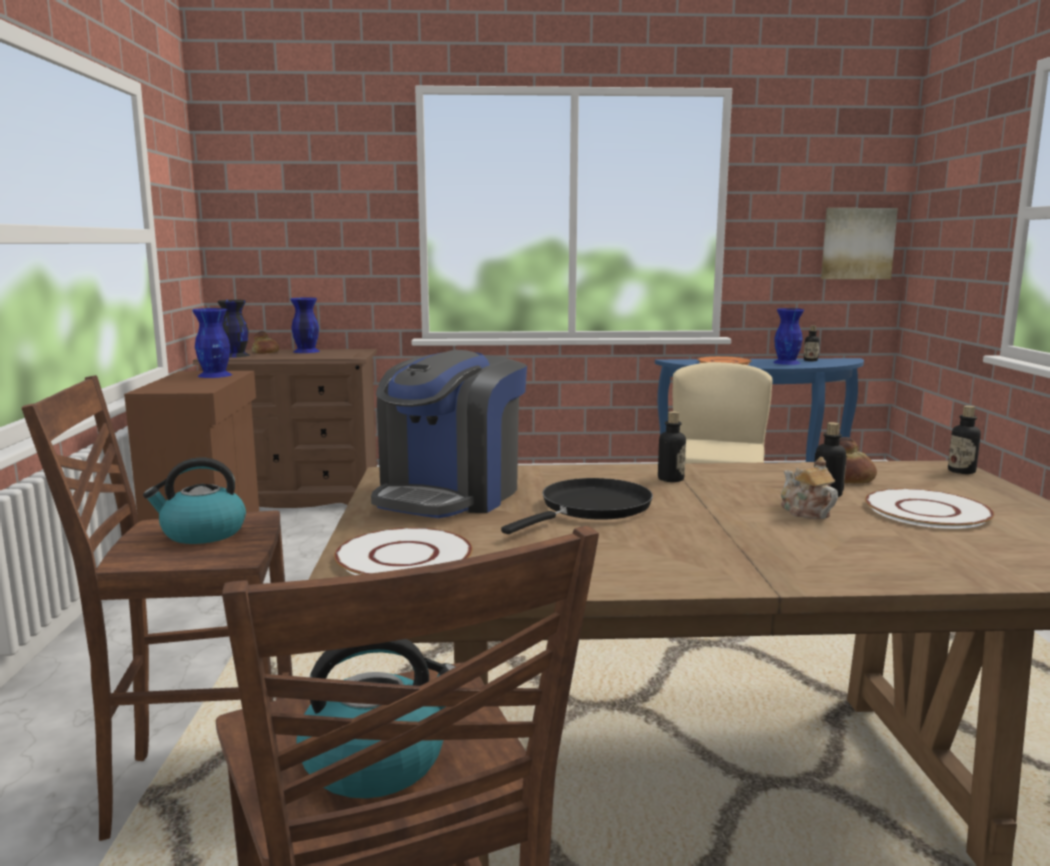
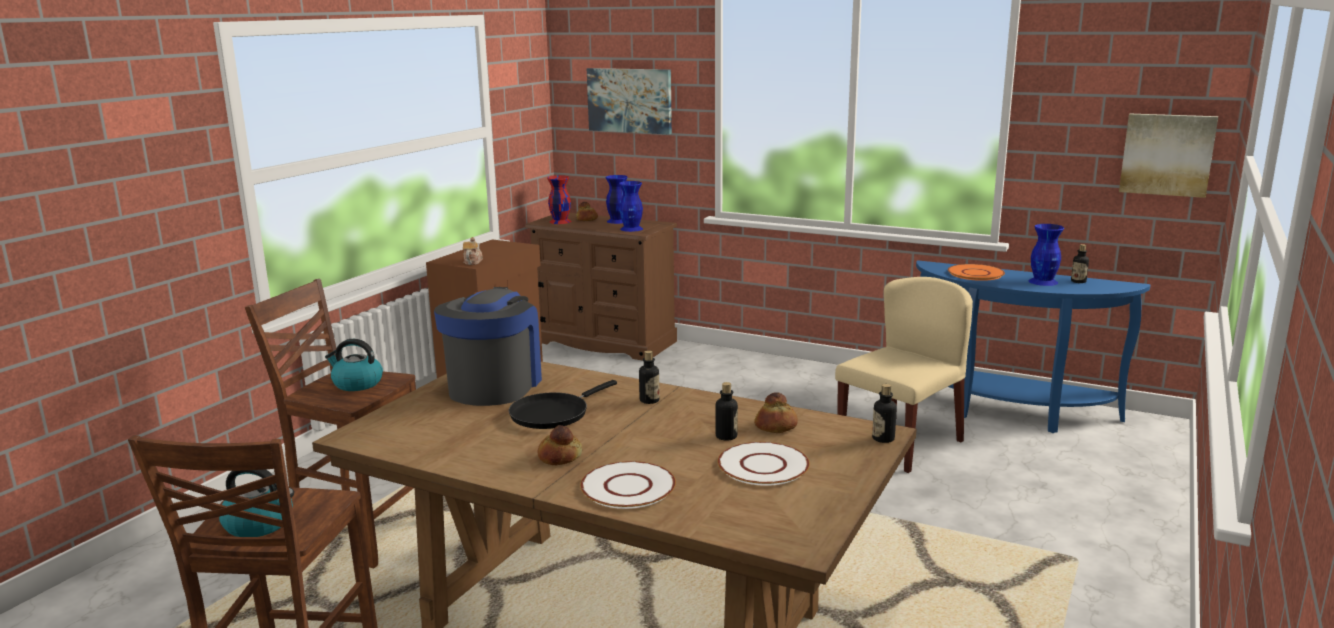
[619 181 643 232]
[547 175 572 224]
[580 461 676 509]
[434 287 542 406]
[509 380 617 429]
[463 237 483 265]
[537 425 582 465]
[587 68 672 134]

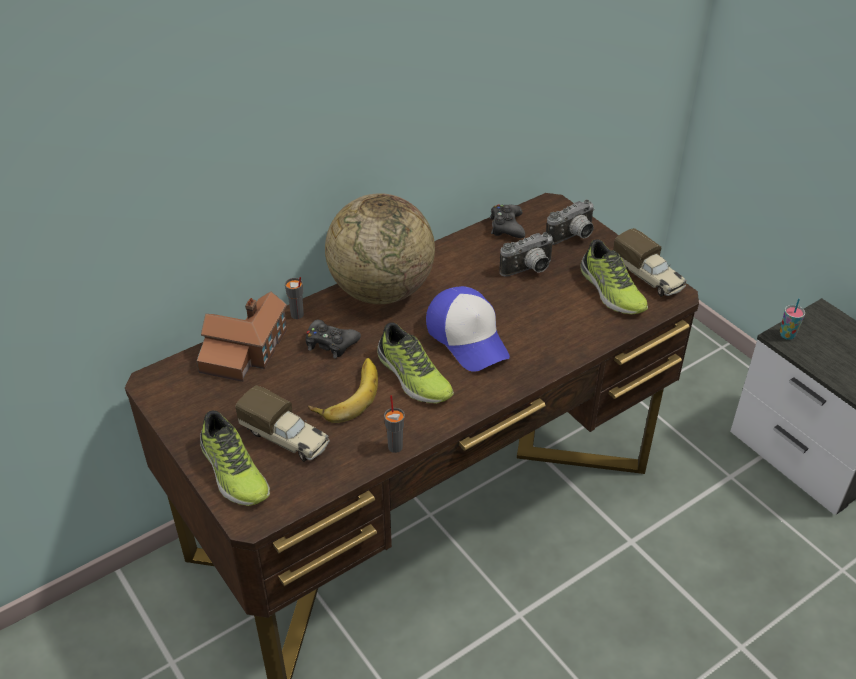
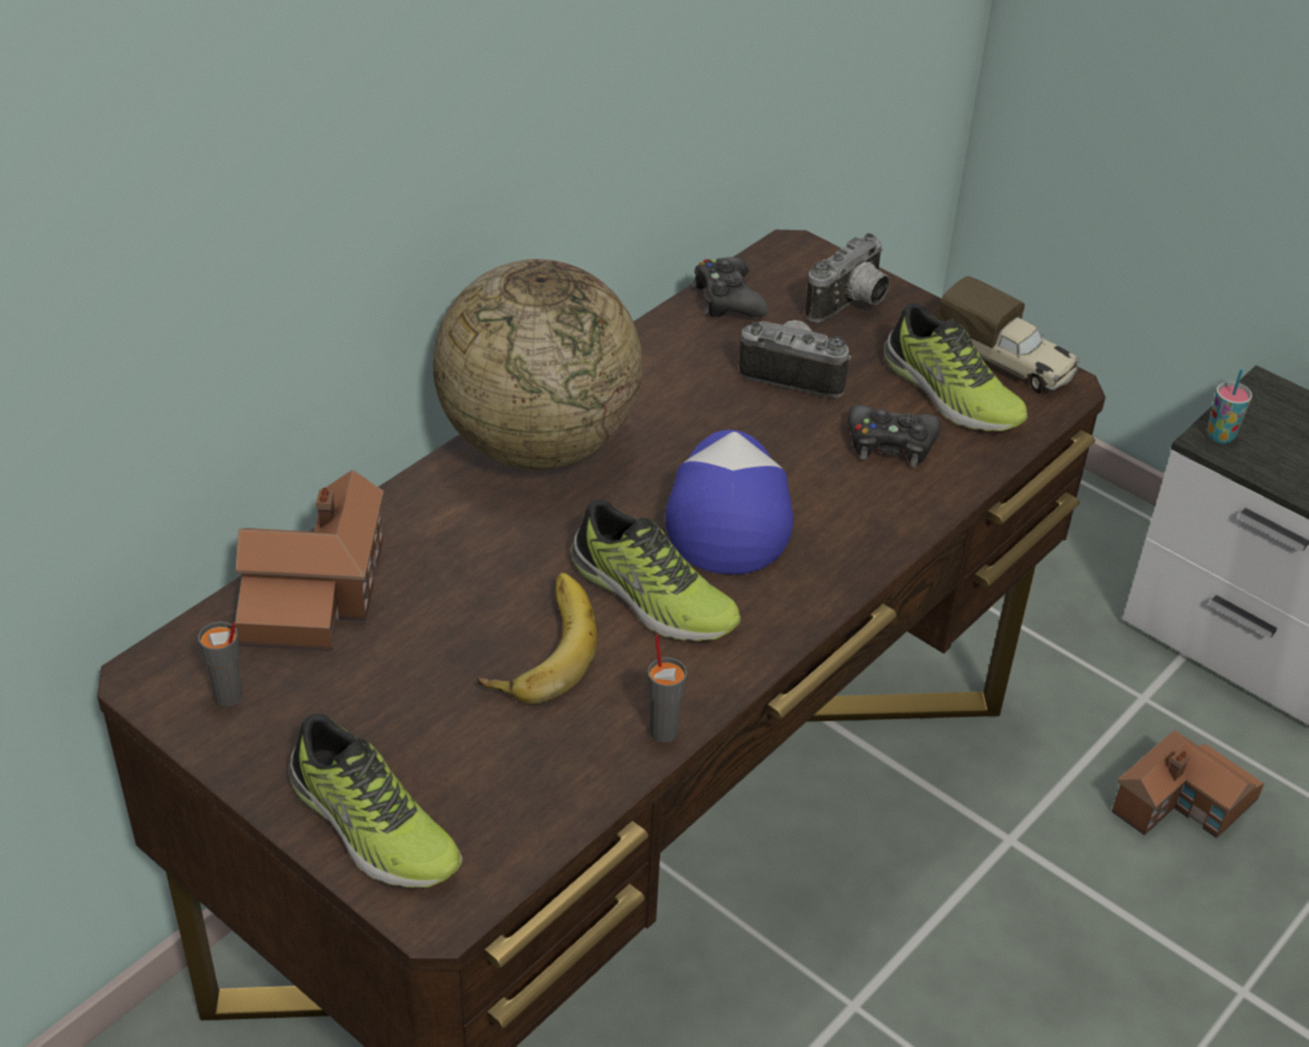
[235 385 330 462] (first image)
[198 621 242 707]
[848 405 941 467]
[665 430 793 574]
[739 320 851 398]
[1112 730 1264 838]

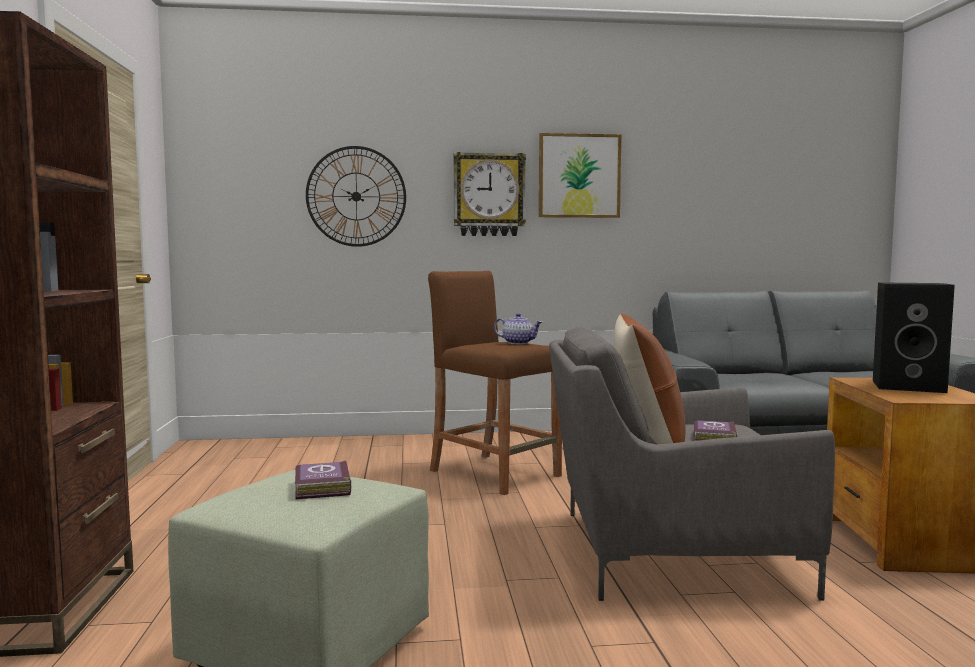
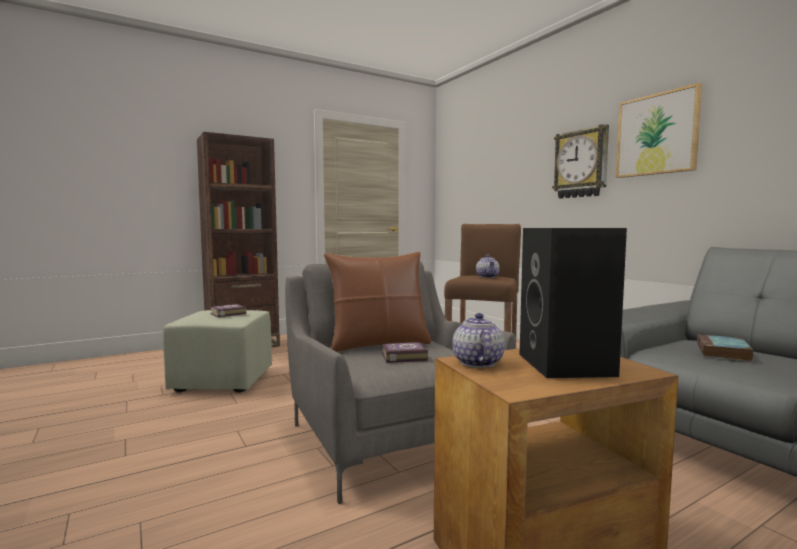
[306 146 406 247] (first image)
[453 313 505 368]
[697 334 754 361]

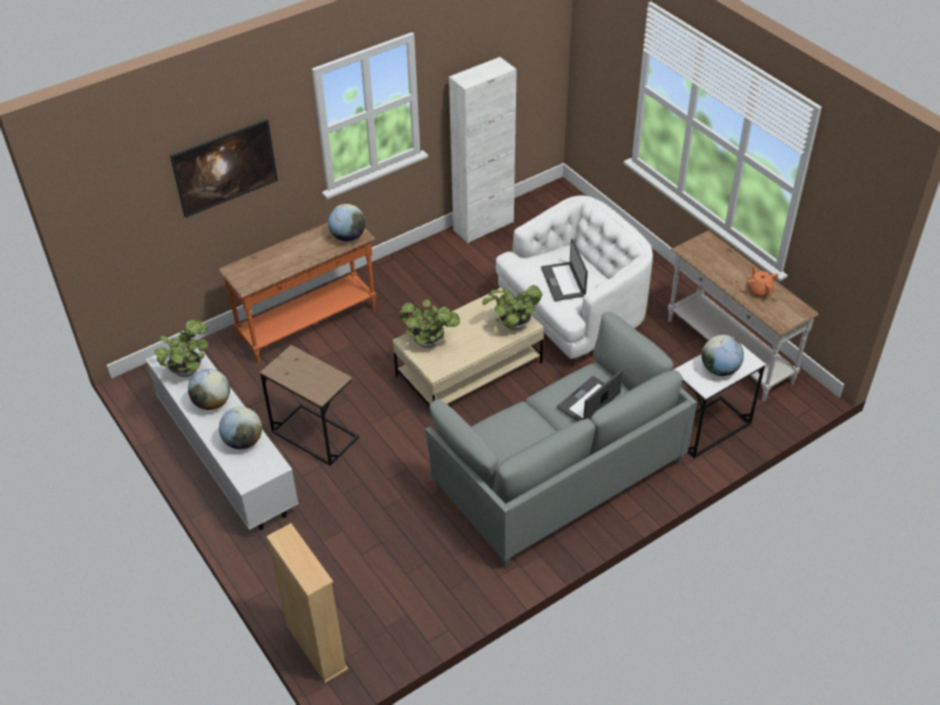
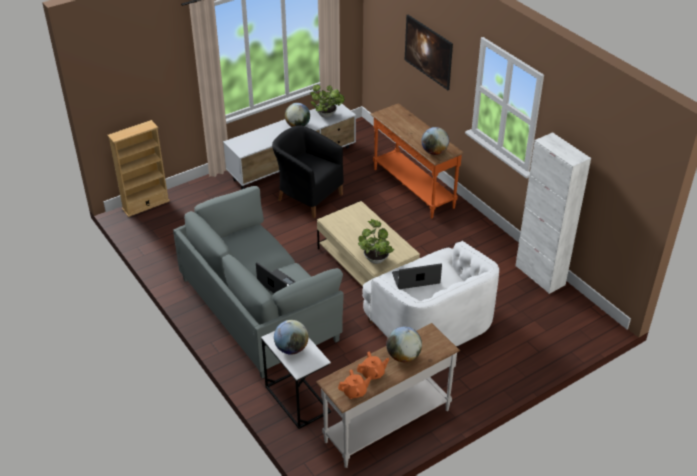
[386 327 422 362]
[272 125 344 218]
[399 299 460 348] (first image)
[338 369 372 399]

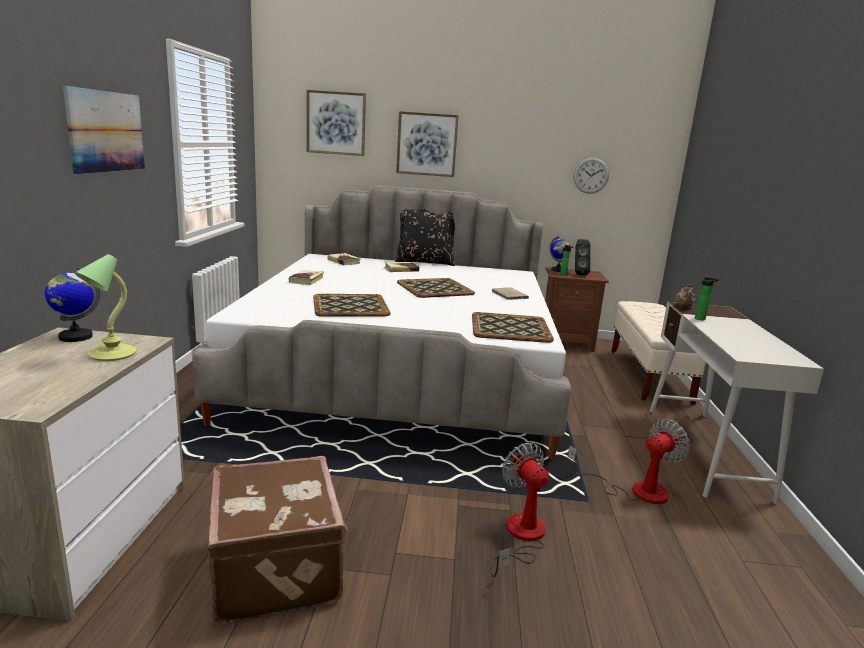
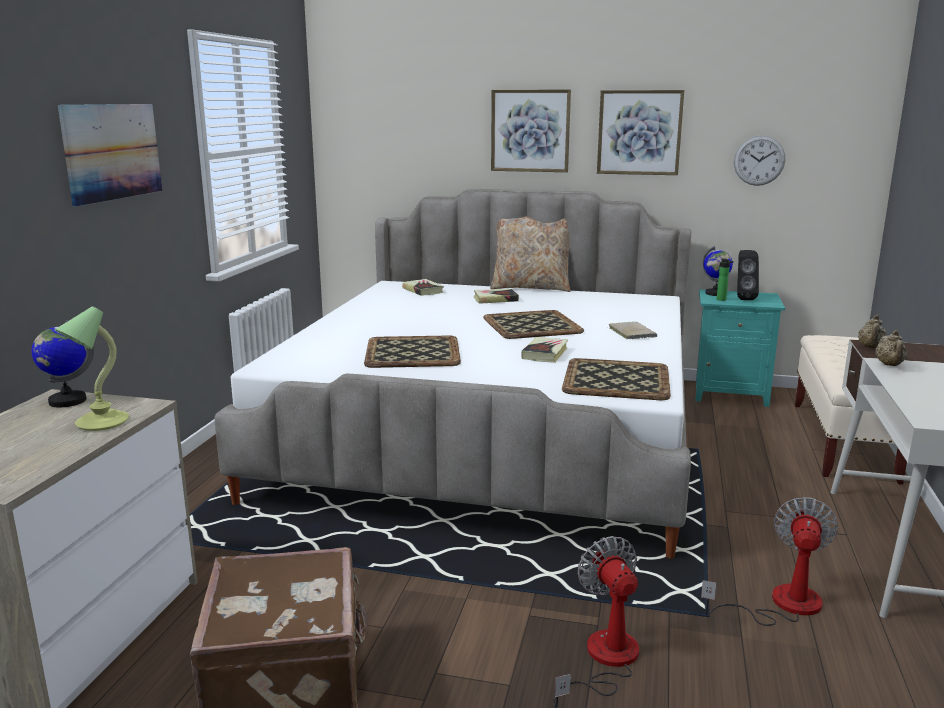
[522 337 568 363]
[597 90 684 175]
[490 216 570 292]
[695 289 785 407]
[701 497 838 626]
[875 330 907 366]

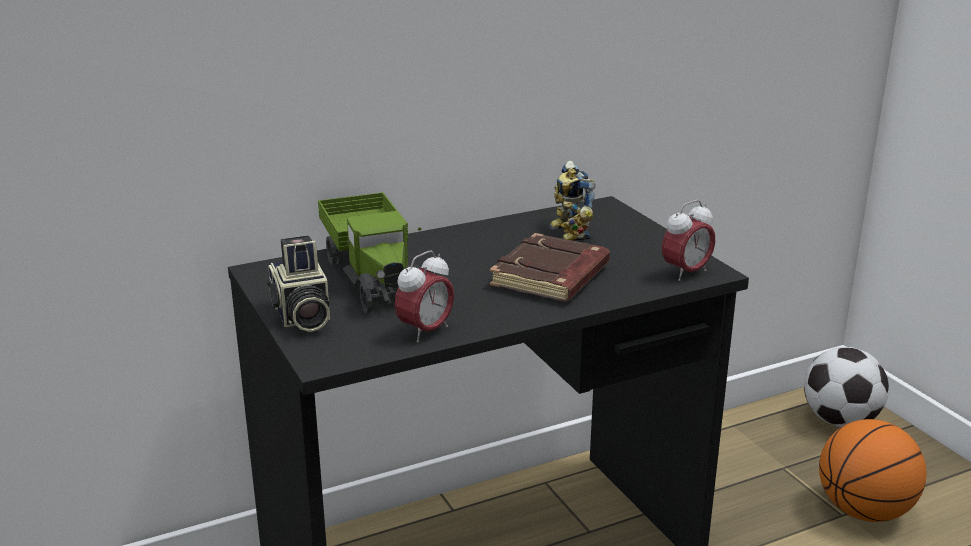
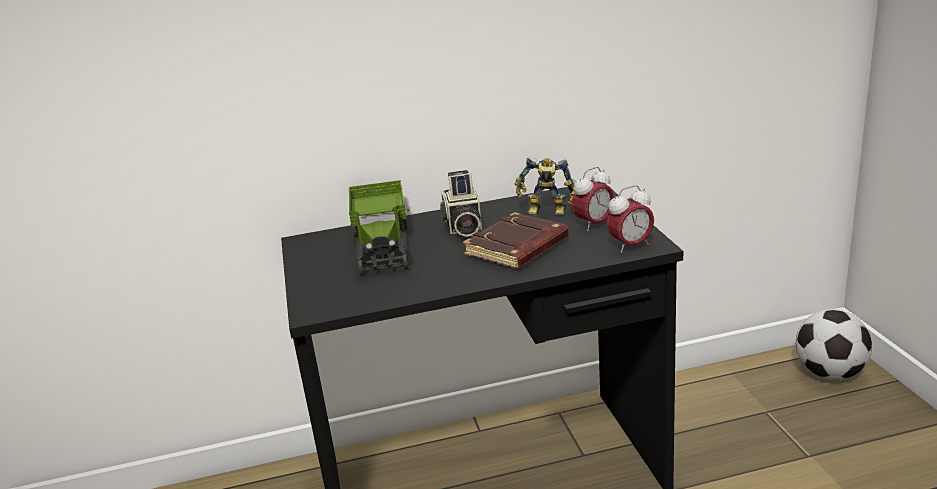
[440 170 482 237]
[572 167 614 231]
[515 157 576 216]
[819 419 927 522] (first image)

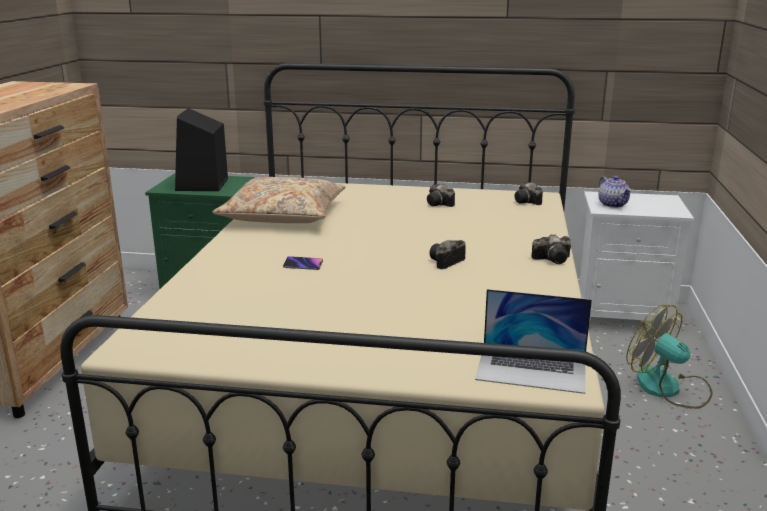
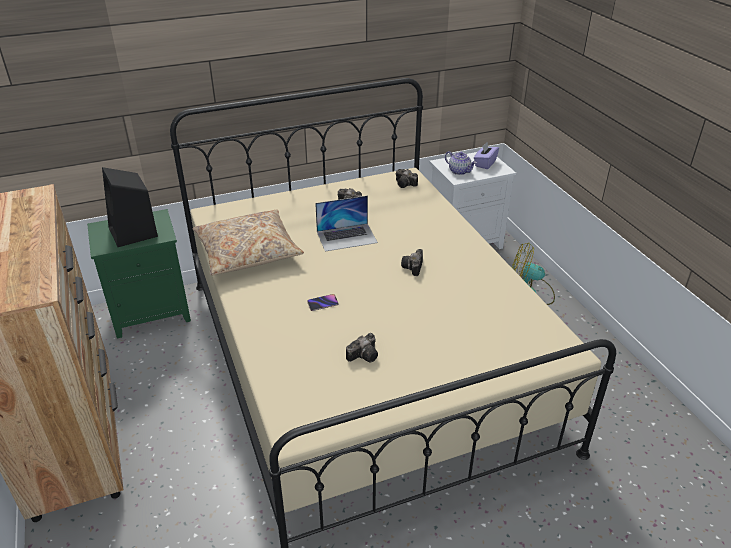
[315 195 378 251]
[346 333 378 362]
[474 142 499 169]

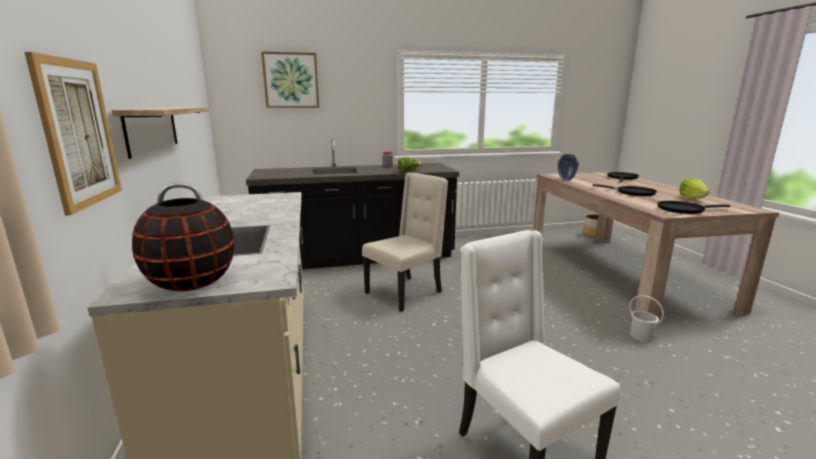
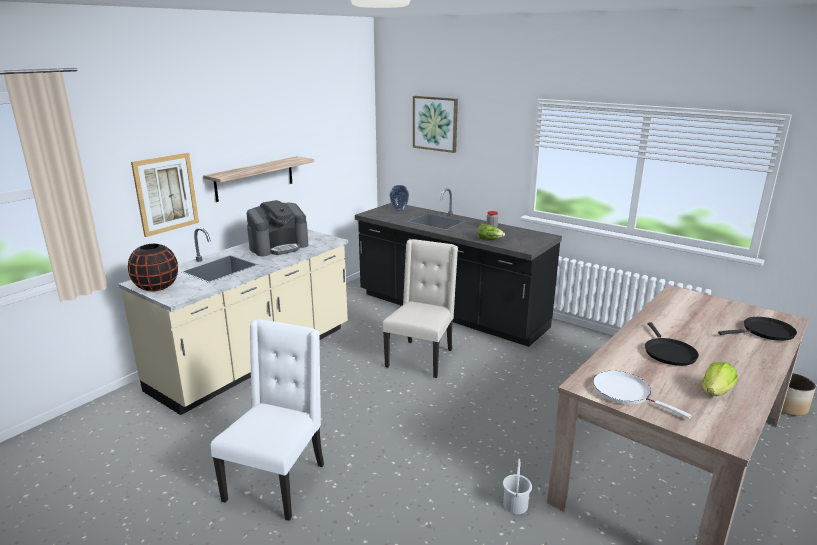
[383 239 458 378]
[390 185 409 211]
[593 371 692 419]
[247 200 308 256]

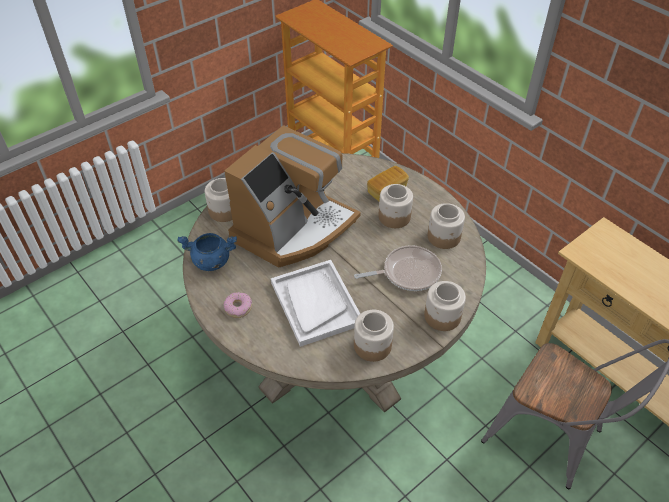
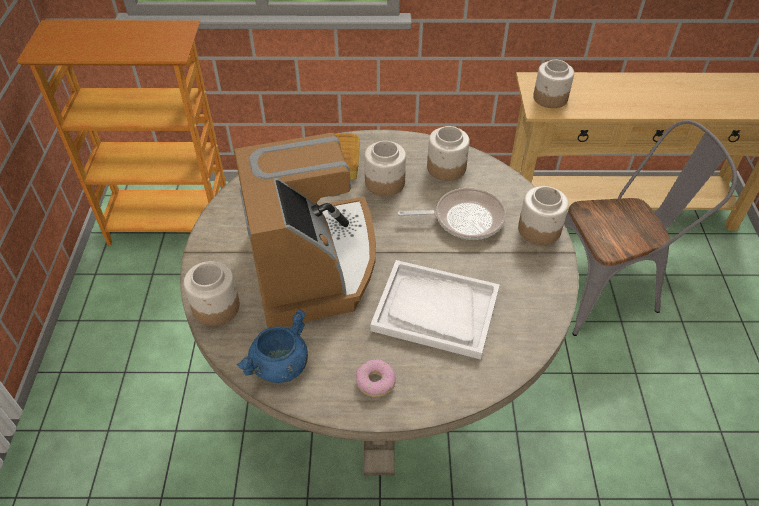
[397 188 506 240]
[533 60 574 108]

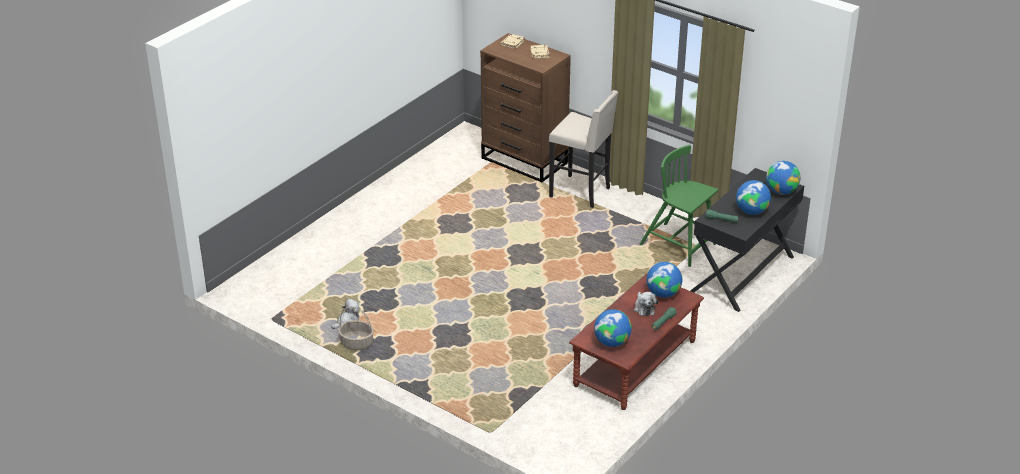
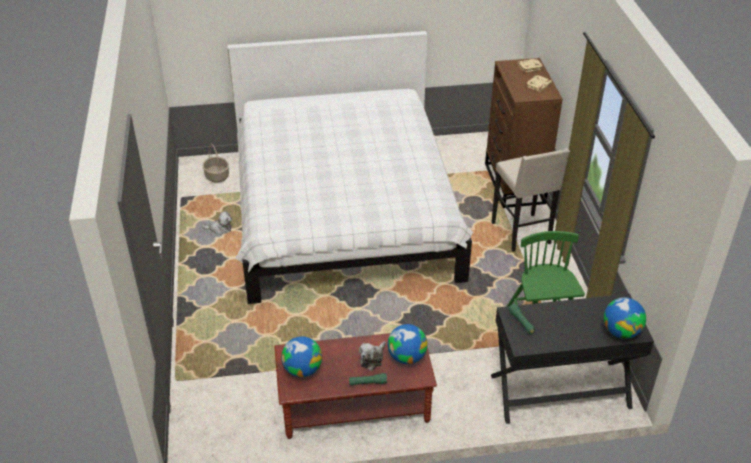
[203 144 229 183]
[736 180 771 215] (first image)
[228 31 473 304]

